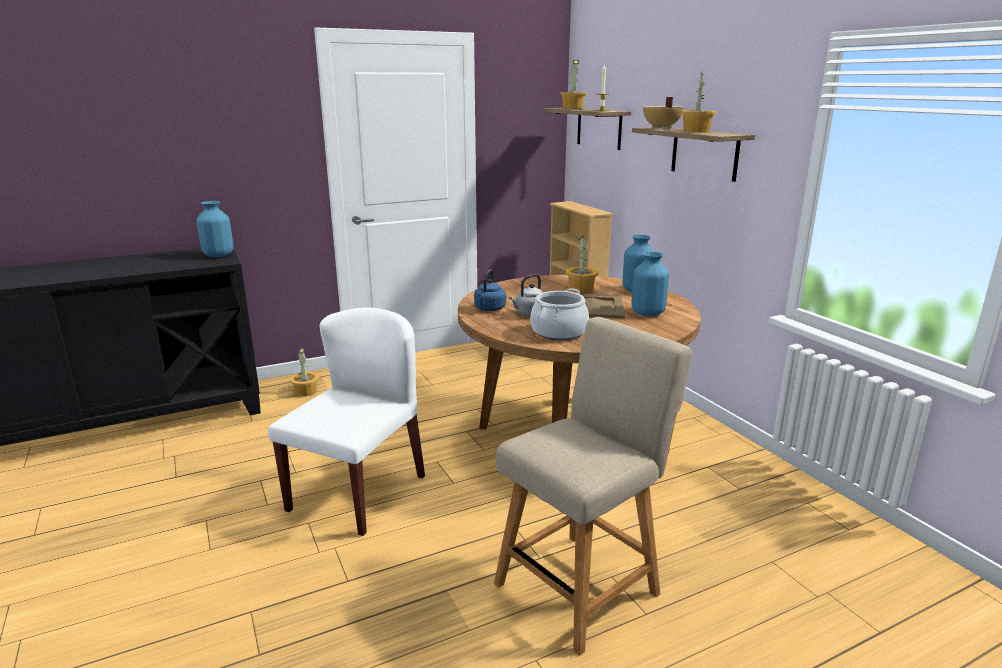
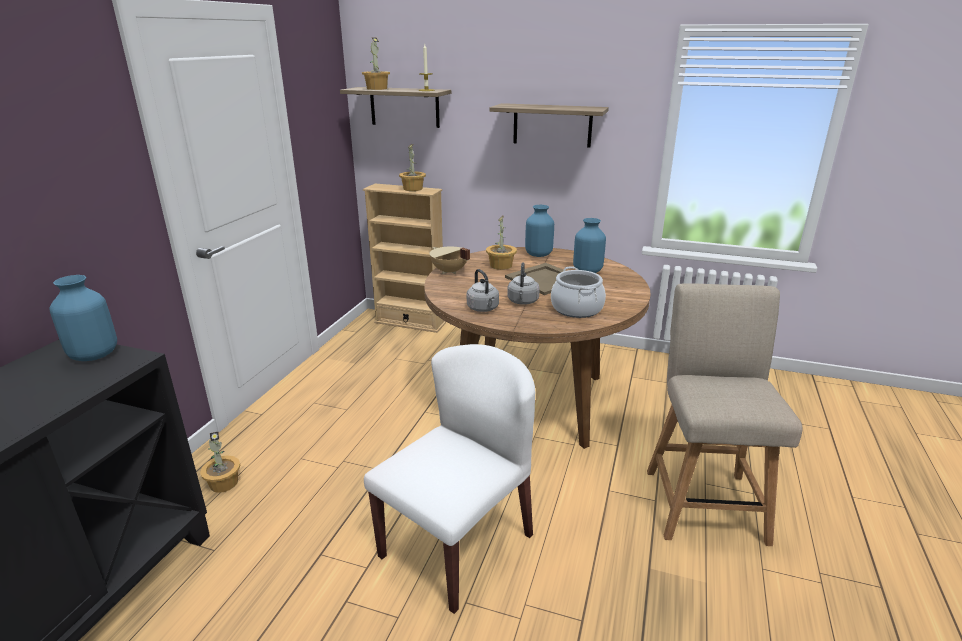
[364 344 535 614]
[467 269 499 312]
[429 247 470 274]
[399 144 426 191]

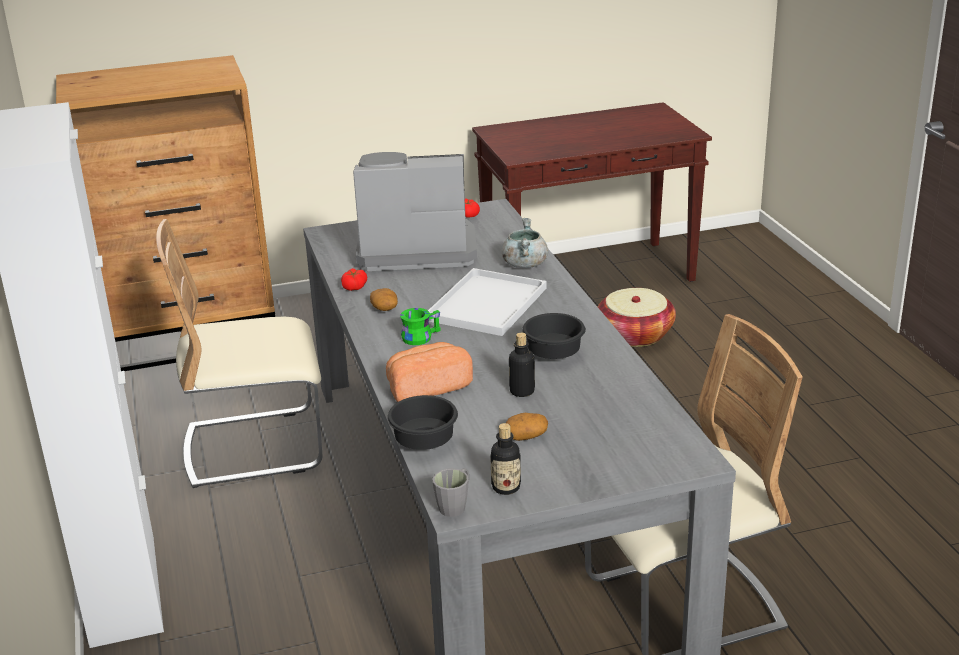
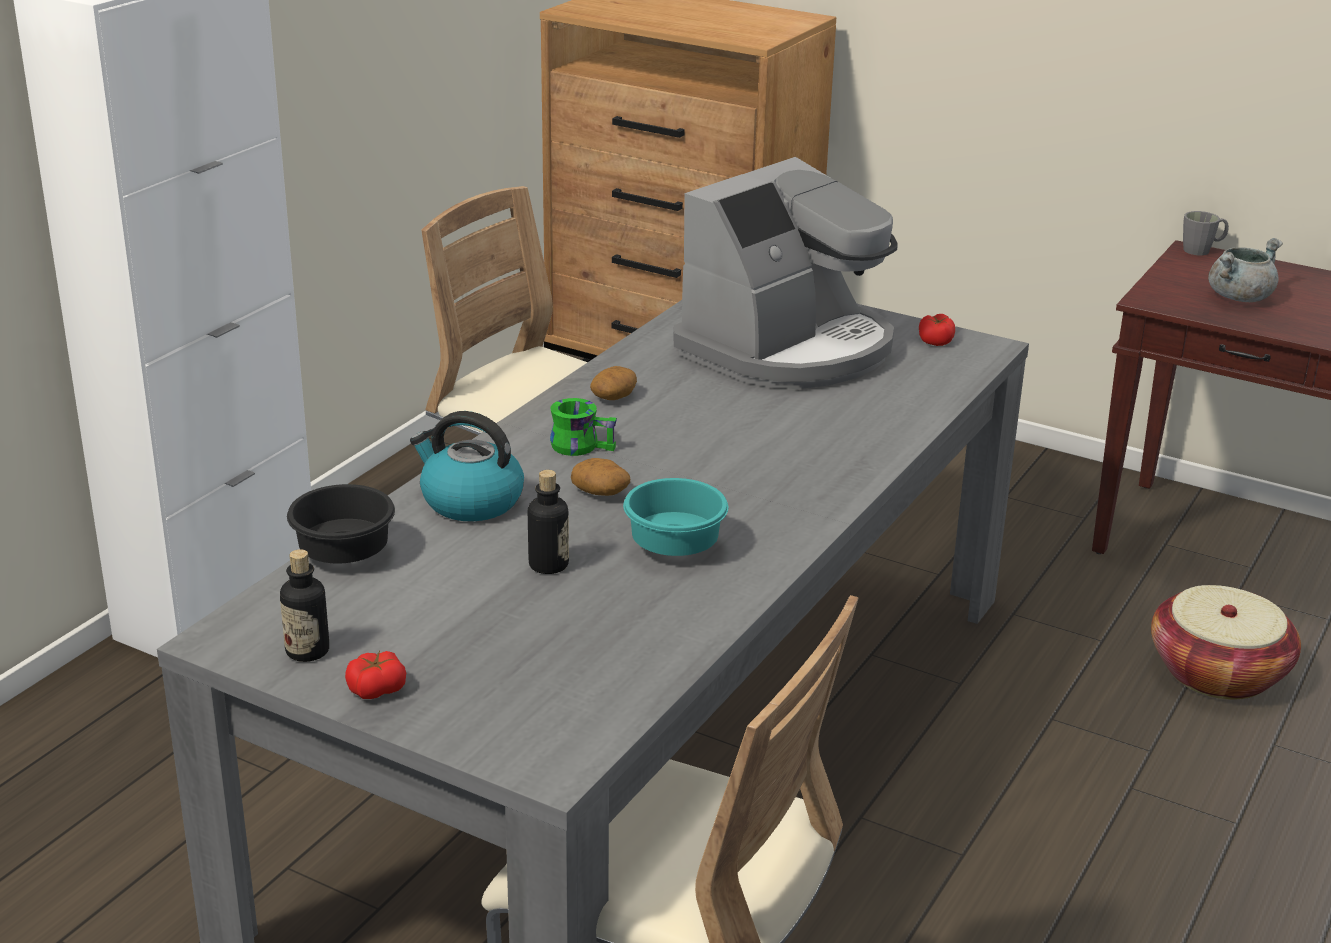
[345 651 406 699]
[673 157 898 389]
[410 411 524 521]
[428 268 546 336] (first image)
[1183 211 1229 255]
[1208 238 1283 302]
[571 458 630 496]
[623 478 728 556]

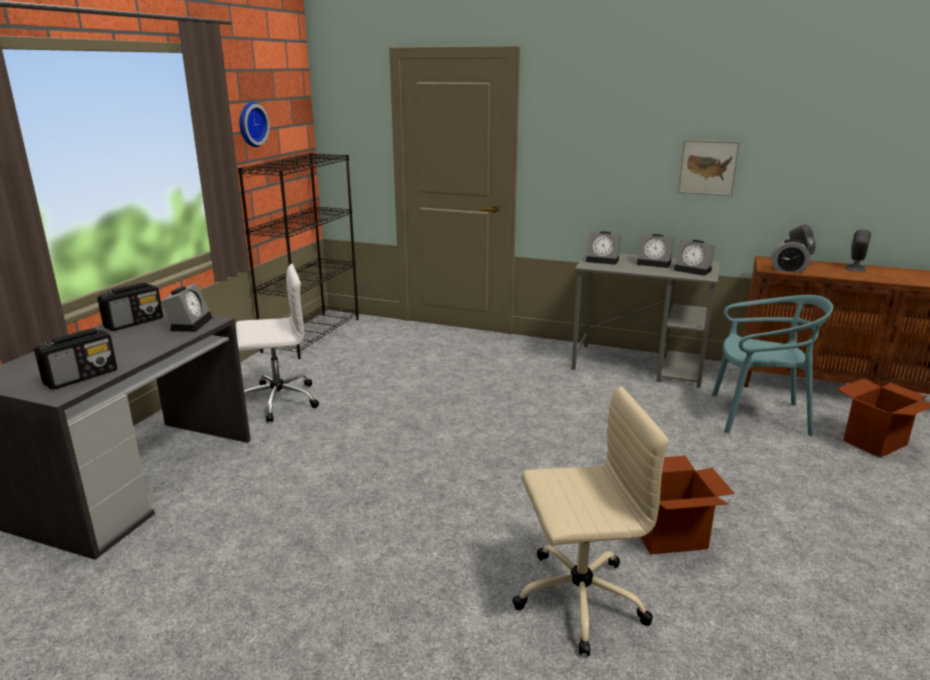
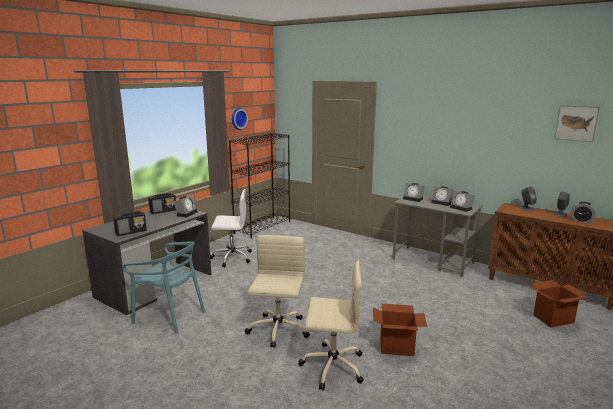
[554 105 600 142]
[122 241 205 333]
[571 202 596 223]
[245 235 310 348]

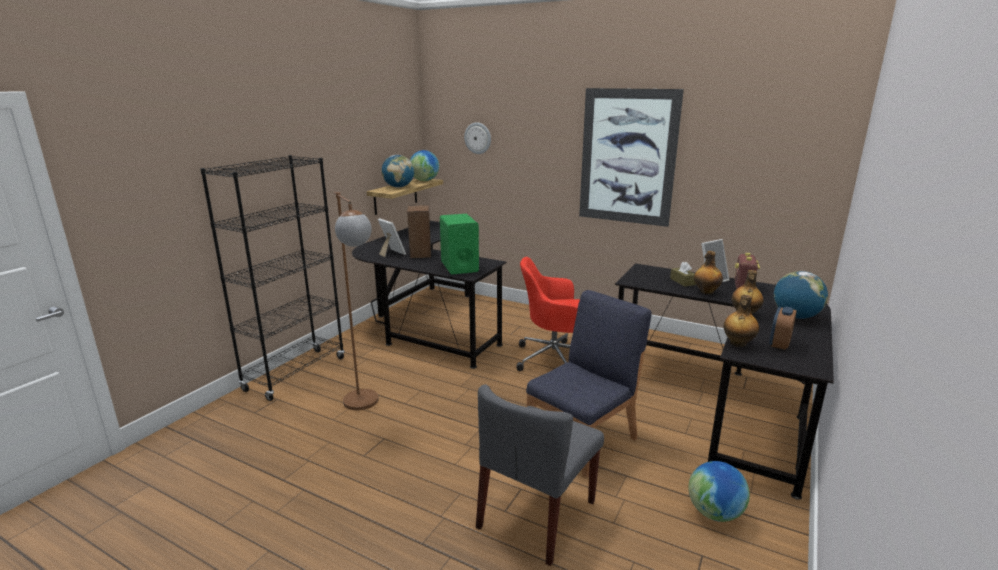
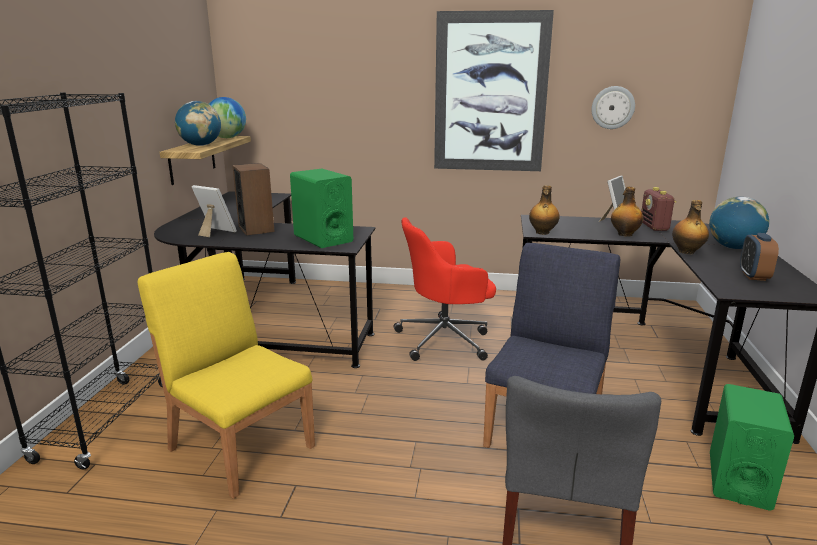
[138 252 315 499]
[592 86 635 129]
[670 262 696 287] (first image)
[710 384 794 511]
[529 186 559 235]

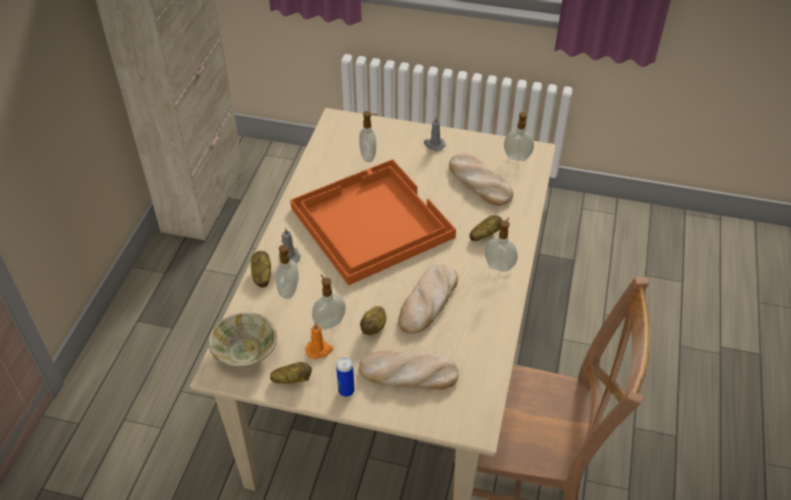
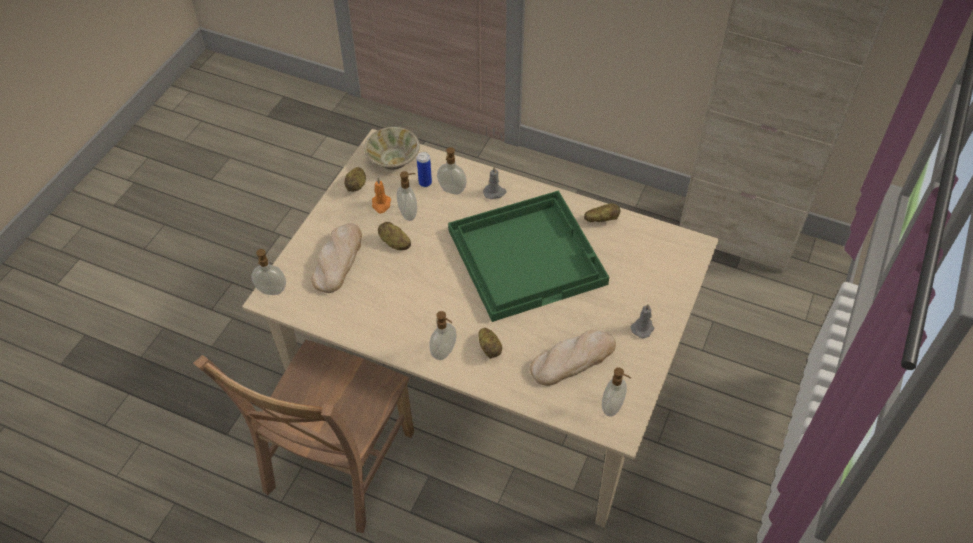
[584 203 620 222]
[448 190 609 322]
[417 152 432 187]
[251 249 286 295]
[398 264 458 334] (first image)

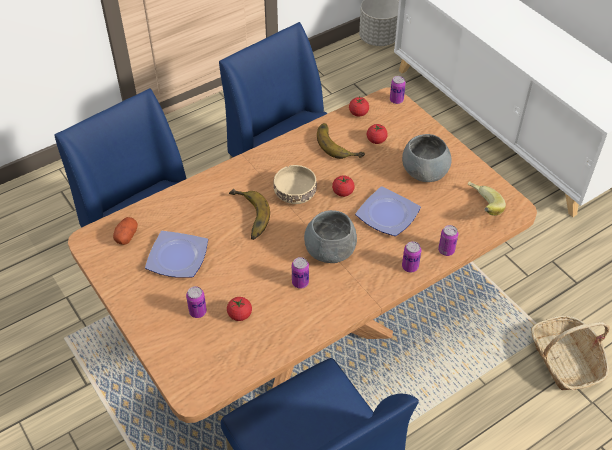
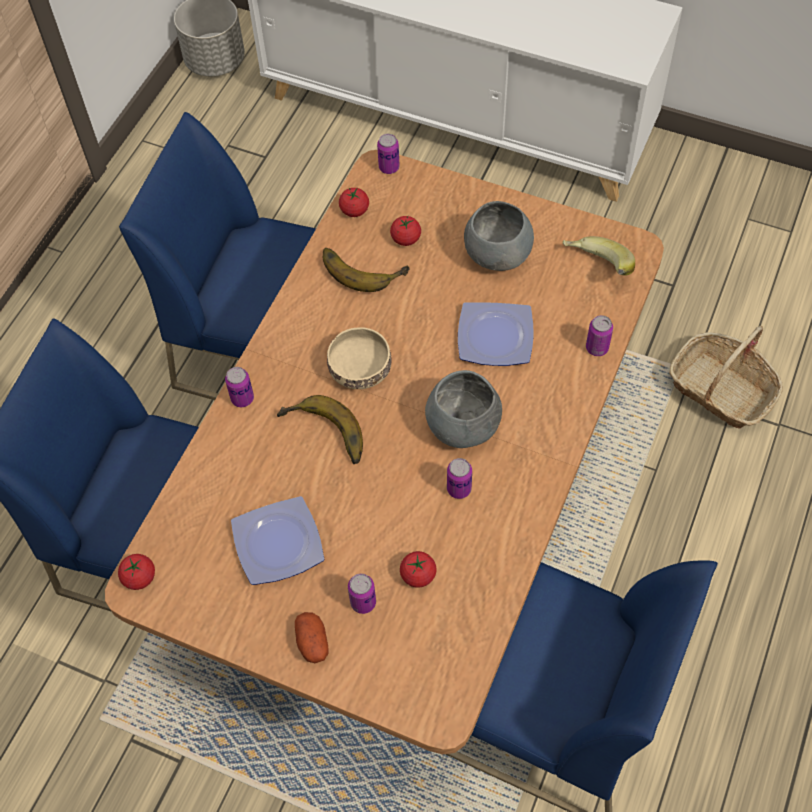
[295 612 329 663]
[118 554 155 590]
[225 367 254 407]

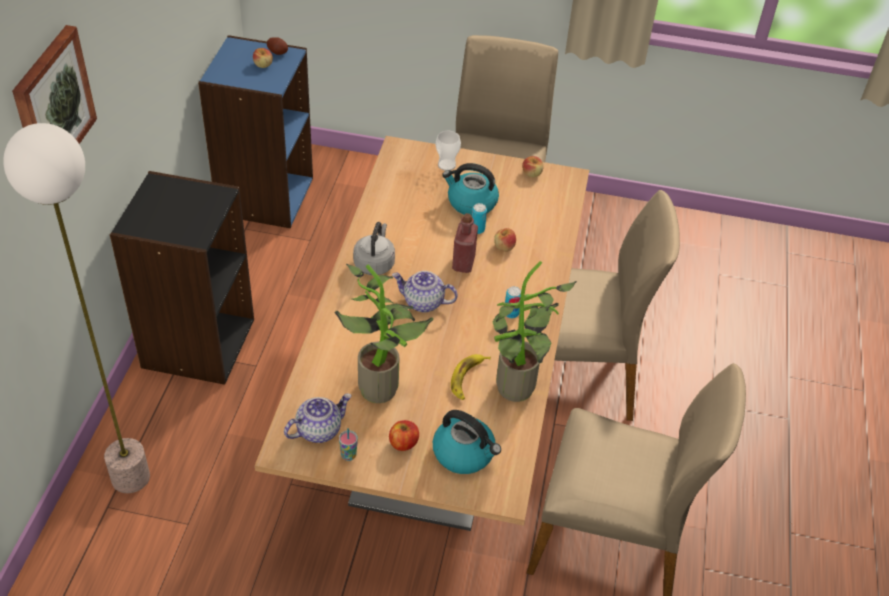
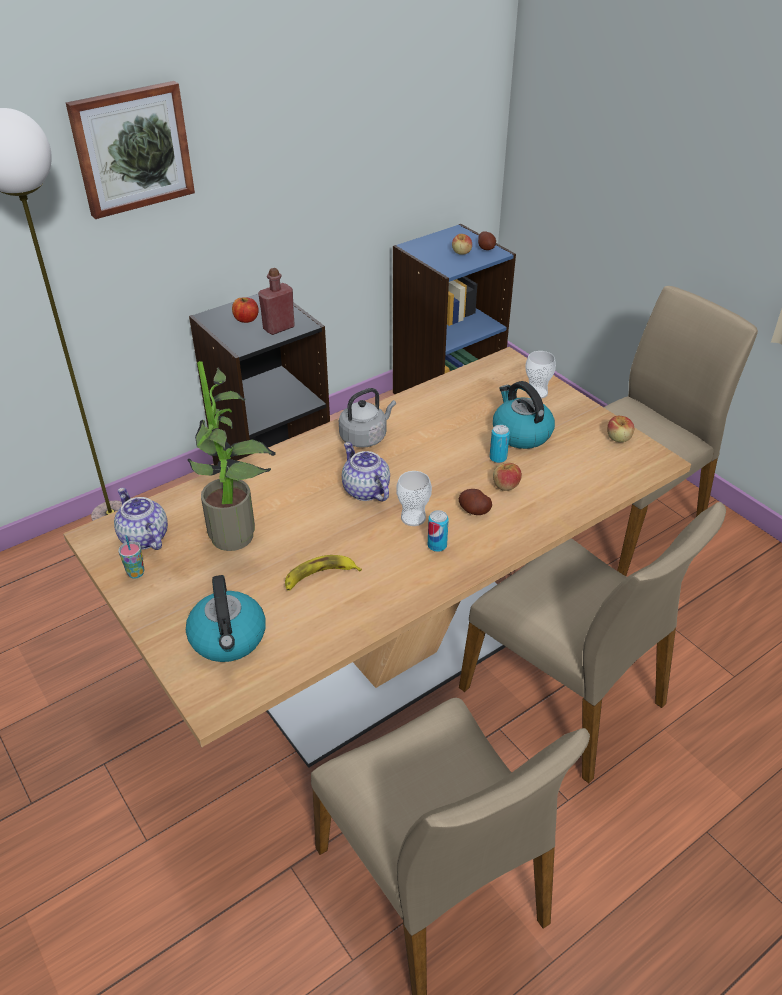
[114 488 168 550]
[232 298 259 323]
[258 268 295 335]
[493 261 577 402] (first image)
[396 471 432 526]
[459 489 492 515]

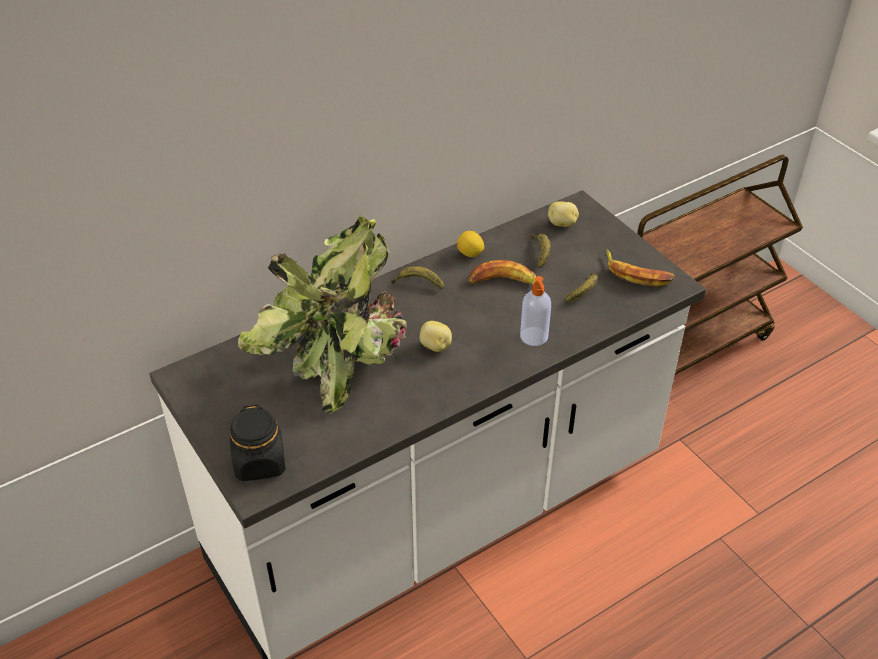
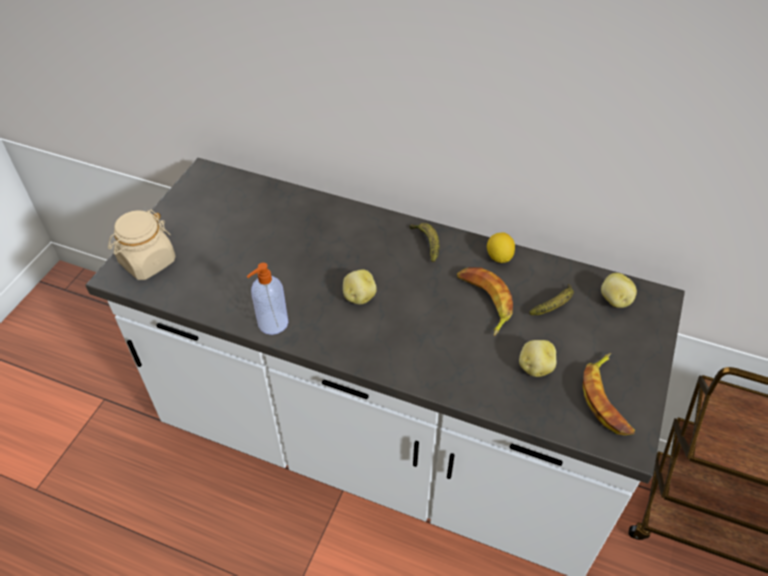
[108 210 175 280]
[238 215 407 414] (first image)
[247 263 288 335]
[519 340 556 377]

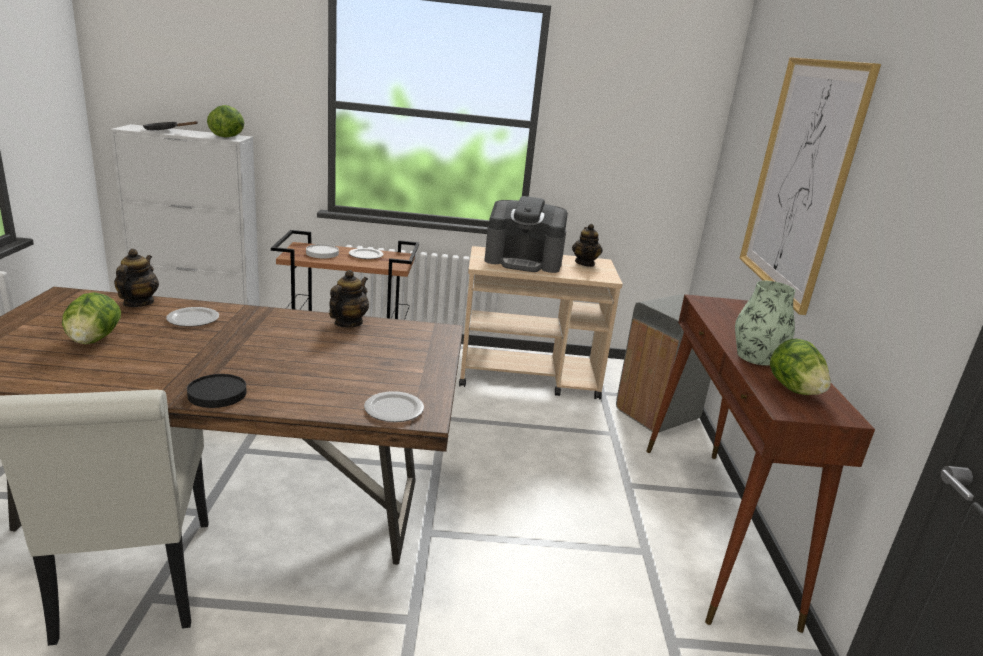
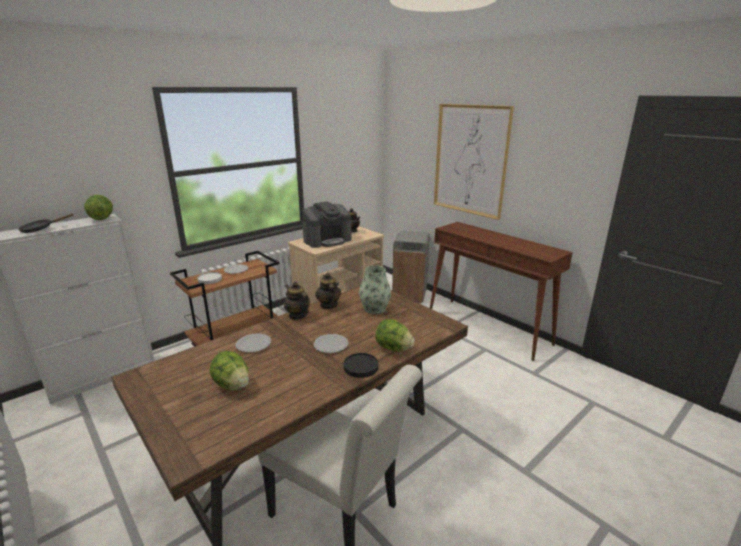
[284 282 310 320]
[314 334 348 353]
[359 265 391 314]
[375 319 415 352]

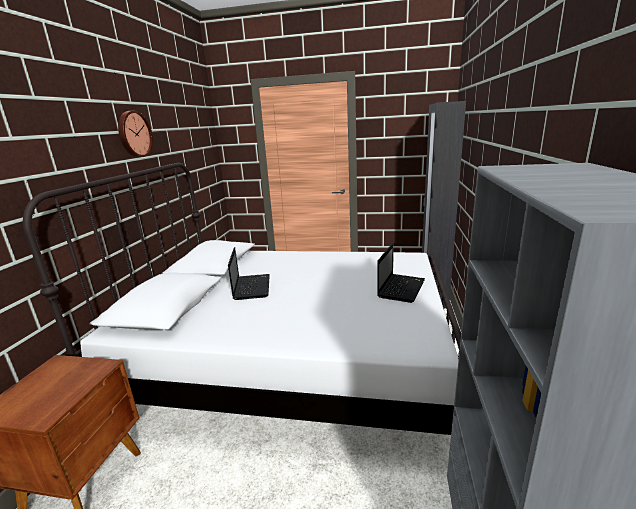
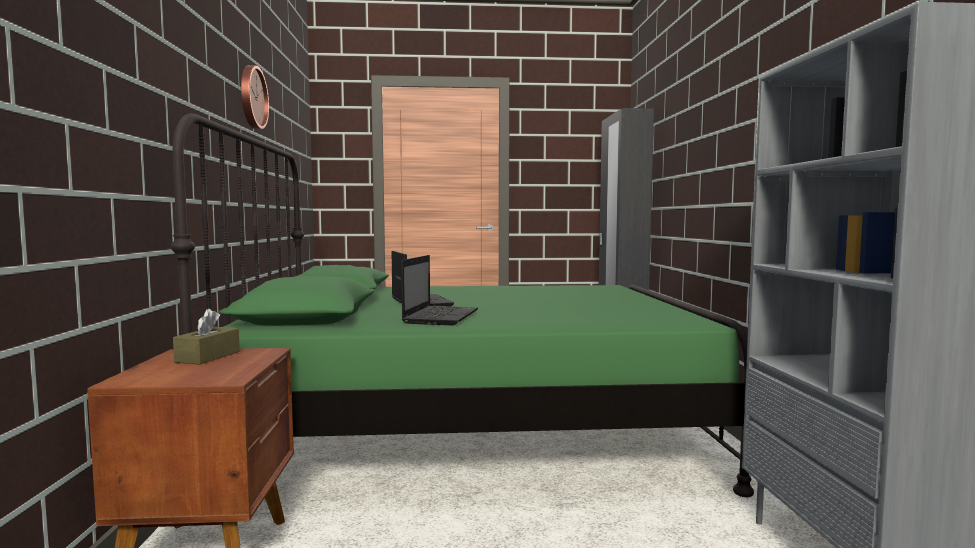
[170 113 754 497]
[401 255 478 325]
[173 309 240 365]

